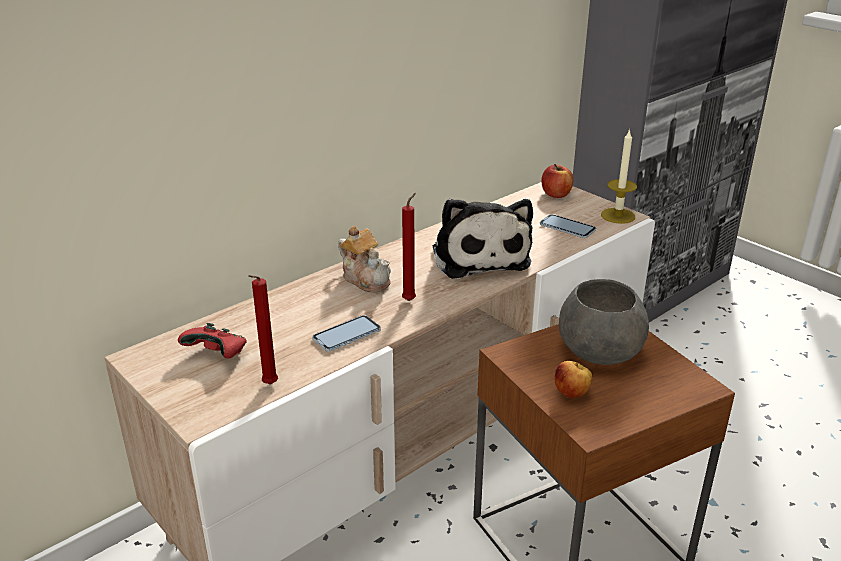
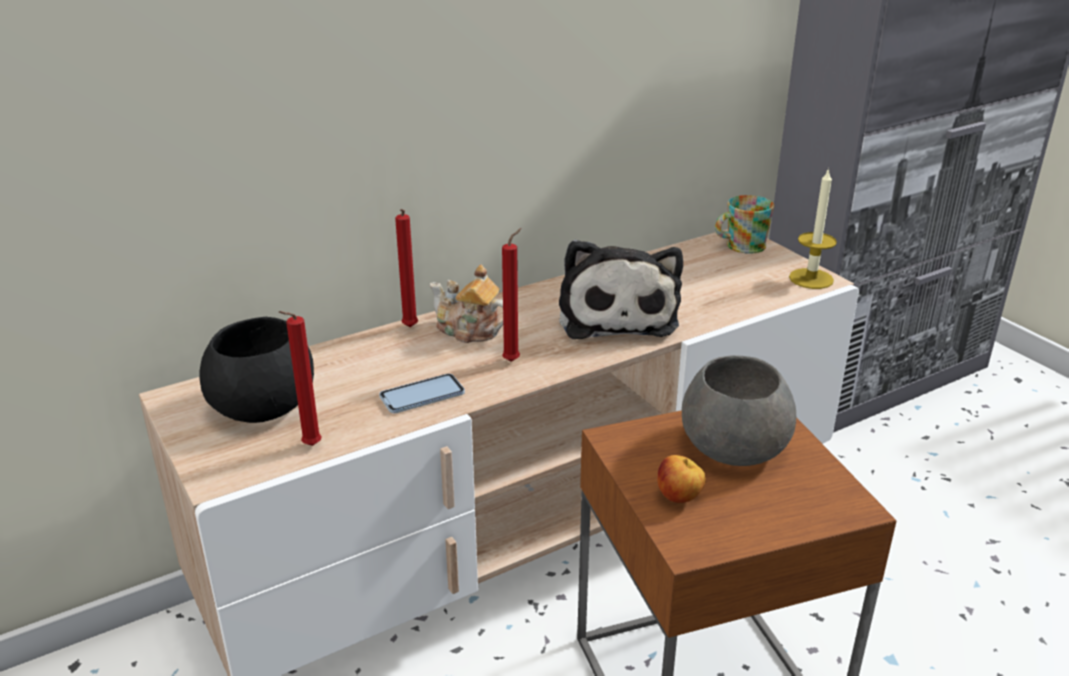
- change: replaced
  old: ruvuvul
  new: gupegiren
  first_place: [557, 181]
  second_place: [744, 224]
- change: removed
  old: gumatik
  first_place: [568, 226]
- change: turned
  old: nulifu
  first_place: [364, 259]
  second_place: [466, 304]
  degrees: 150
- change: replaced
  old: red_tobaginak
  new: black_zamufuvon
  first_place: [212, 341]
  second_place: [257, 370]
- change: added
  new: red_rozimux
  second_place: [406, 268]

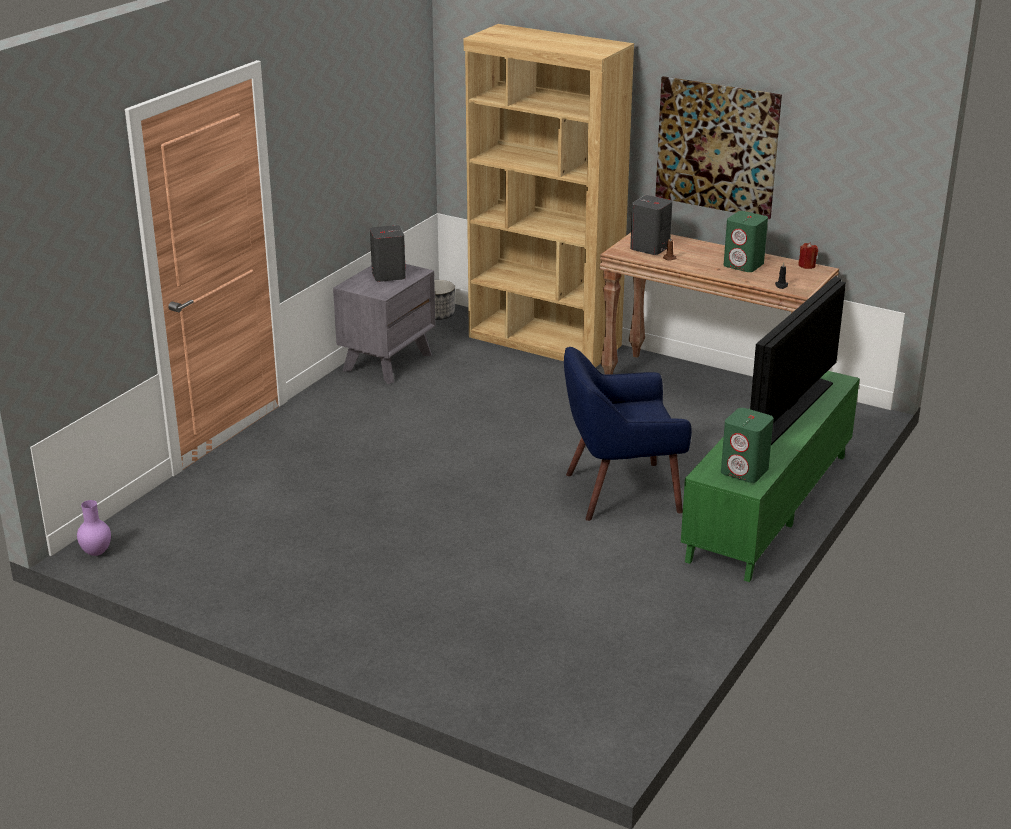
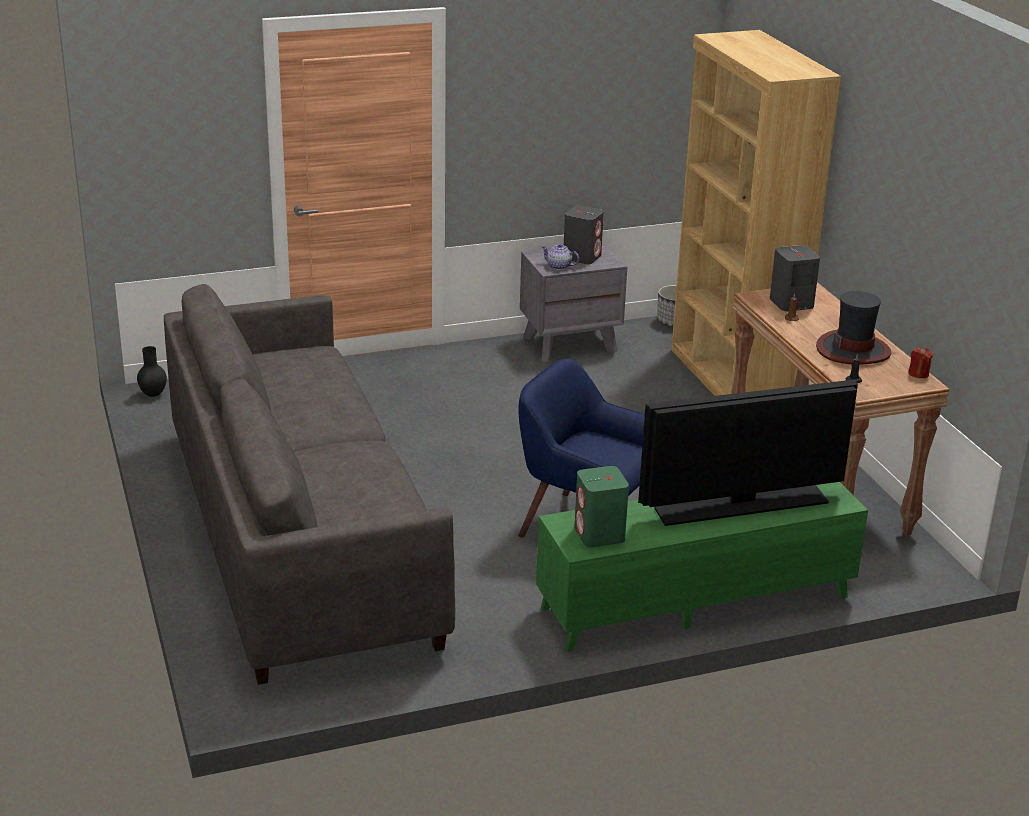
- change: removed
  old: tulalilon
  first_place: [718, 147]
- change: replaced
  old: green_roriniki
  new: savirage
  first_place: [746, 241]
  second_place: [853, 327]
- change: recoloured
  old: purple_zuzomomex
  new: black_zuzomomex
  first_place: [94, 528]
  second_place: [152, 371]
- change: added
  new: nulifu
  second_place: [560, 257]
- change: added
  new: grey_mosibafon
  second_place: [309, 484]

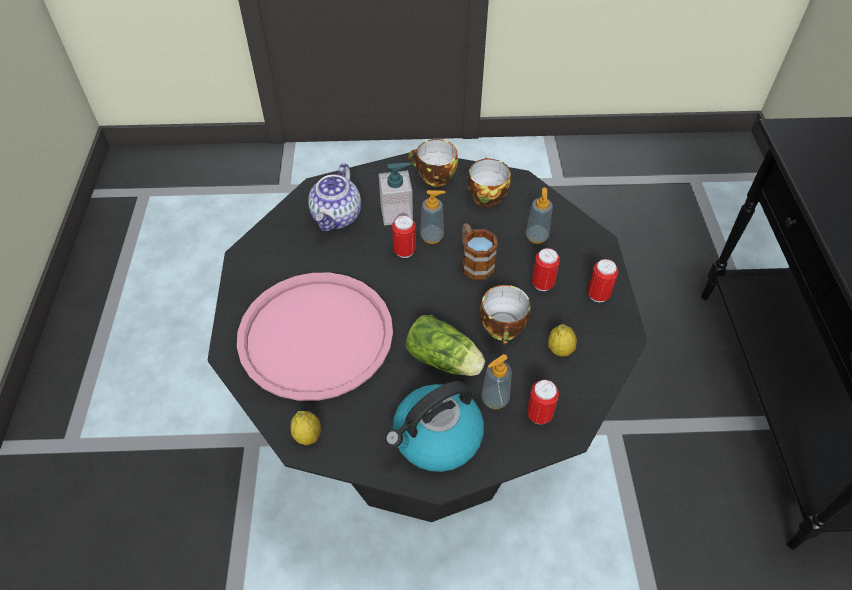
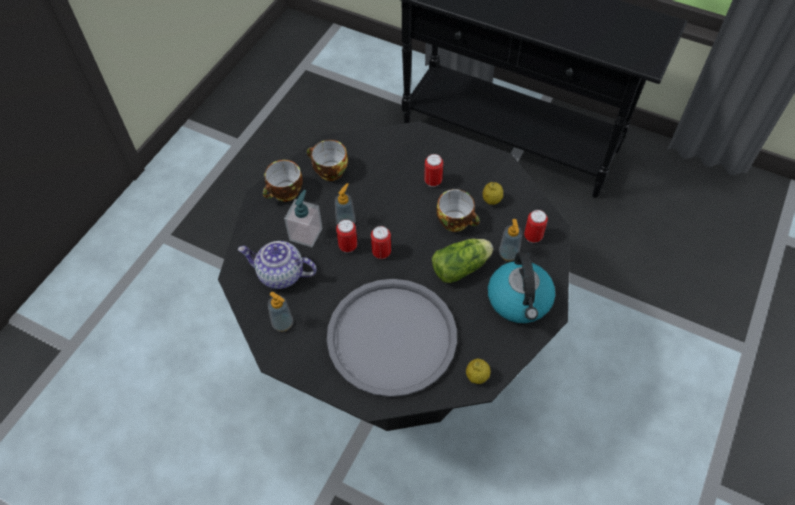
- change: turned
  old: nulifu
  first_place: [334, 197]
  second_place: [277, 265]
  degrees: 150
- change: moved
  old: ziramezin
  first_place: [539, 216]
  second_place: [280, 312]
- change: removed
  old: gupegiren
  first_place: [480, 251]
- change: moved
  old: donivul
  first_place: [602, 280]
  second_place: [381, 242]
- change: recoloured
  old: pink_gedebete
  new: grey_gedebete
  first_place: [315, 337]
  second_place: [392, 338]

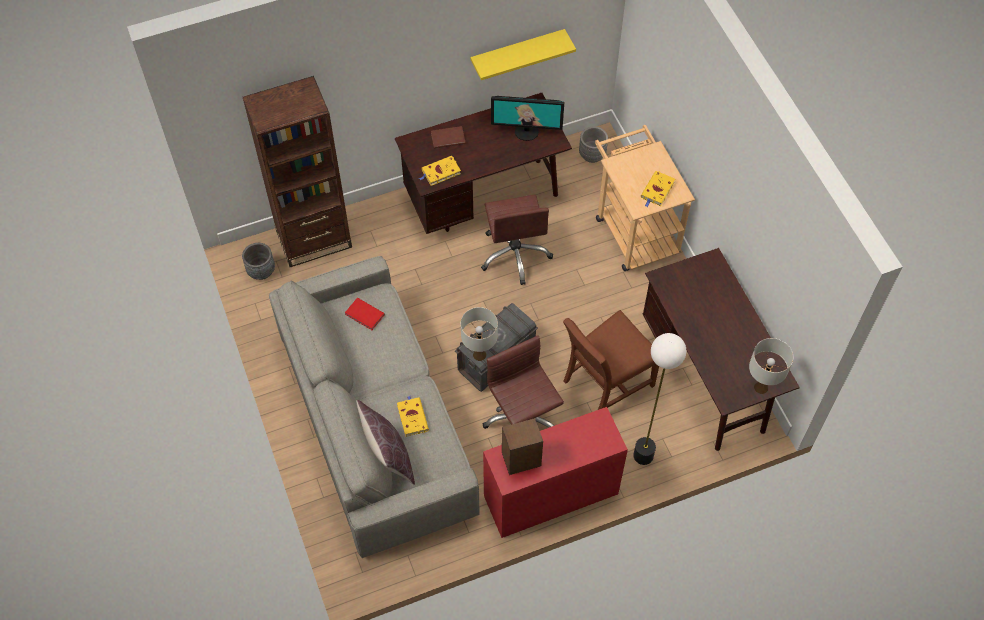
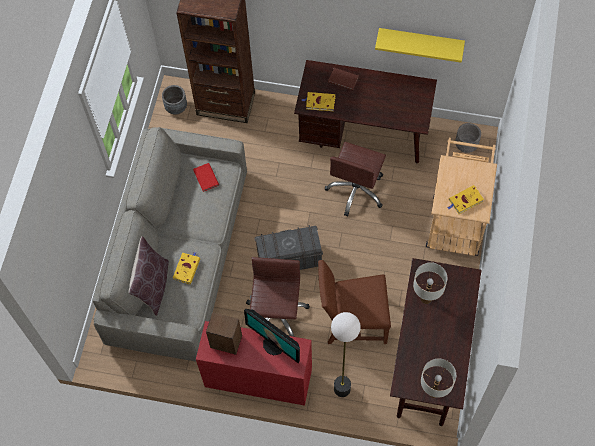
- change: moved
  old: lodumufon
  first_place: [527, 118]
  second_place: [272, 336]
- change: moved
  old: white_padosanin
  first_place: [479, 334]
  second_place: [430, 283]

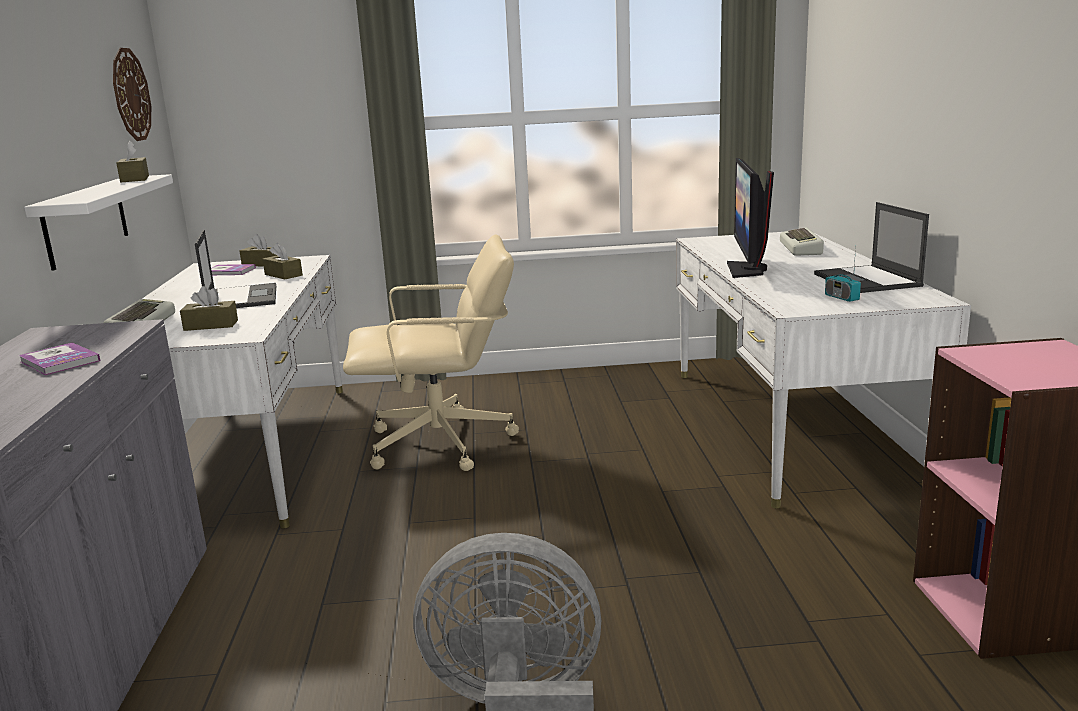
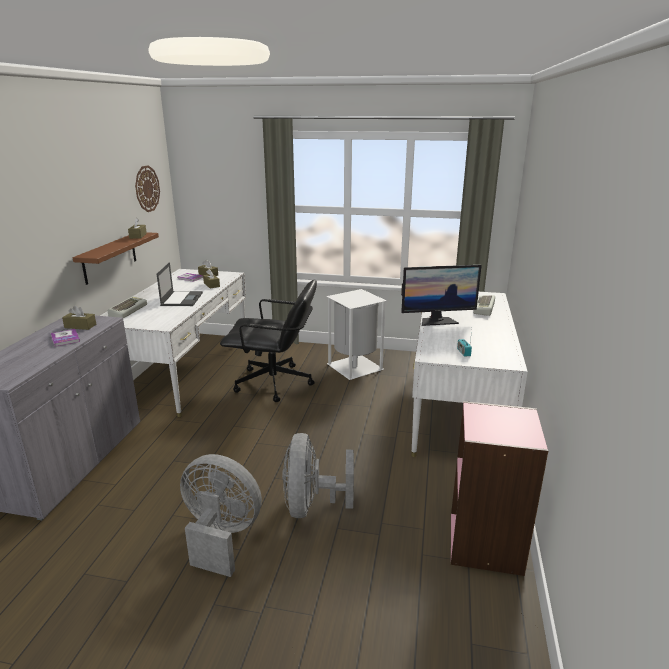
- change: turned
  old: lodumufon
  first_place: [750, 218]
  second_place: [441, 295]
  degrees: -120
- change: recoloured
  old: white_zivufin
  new: brown_zivufin
  first_place: [98, 222]
  second_place: [116, 258]
- change: removed
  old: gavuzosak
  first_place: [871, 247]
- change: recoloured
  old: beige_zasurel
  new: black_zasurel
  first_place: [431, 352]
  second_place: [268, 340]
- change: moved
  old: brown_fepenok
  first_place: [209, 308]
  second_place: [79, 317]
- change: added
  new: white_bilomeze
  second_place: [356, 334]
- change: added
  new: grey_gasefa
  second_place: [318, 475]

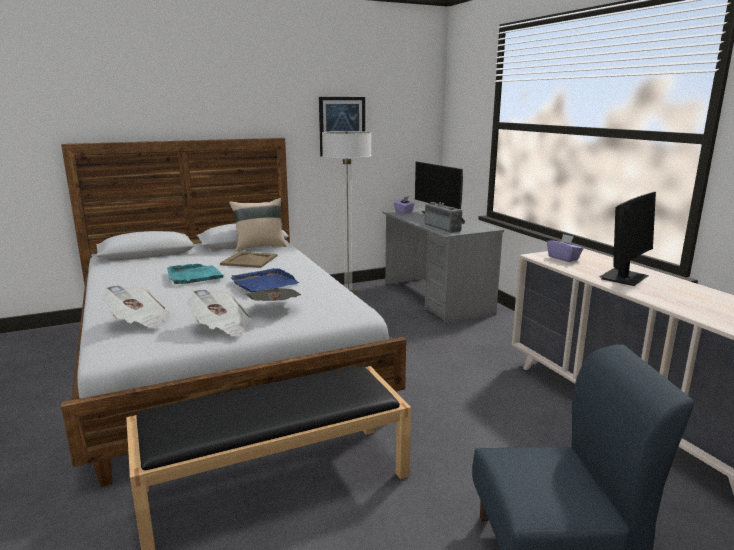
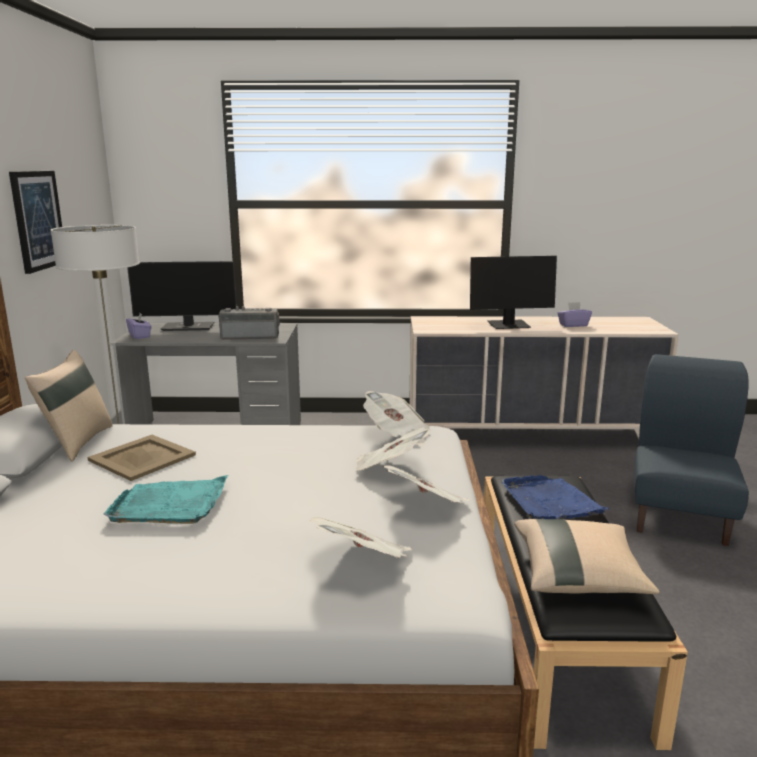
- change: turned
  old: lodumufon
  first_place: [628, 239]
  second_place: [513, 292]
  degrees: 105
- change: moved
  old: purple_fepenok
  first_place: [565, 248]
  second_place: [574, 314]
- change: moved
  old: blue_gedebete
  first_place: [265, 280]
  second_place: [555, 497]
- change: added
  new: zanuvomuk
  second_place: [396, 418]
- change: added
  new: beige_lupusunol
  second_place: [587, 556]

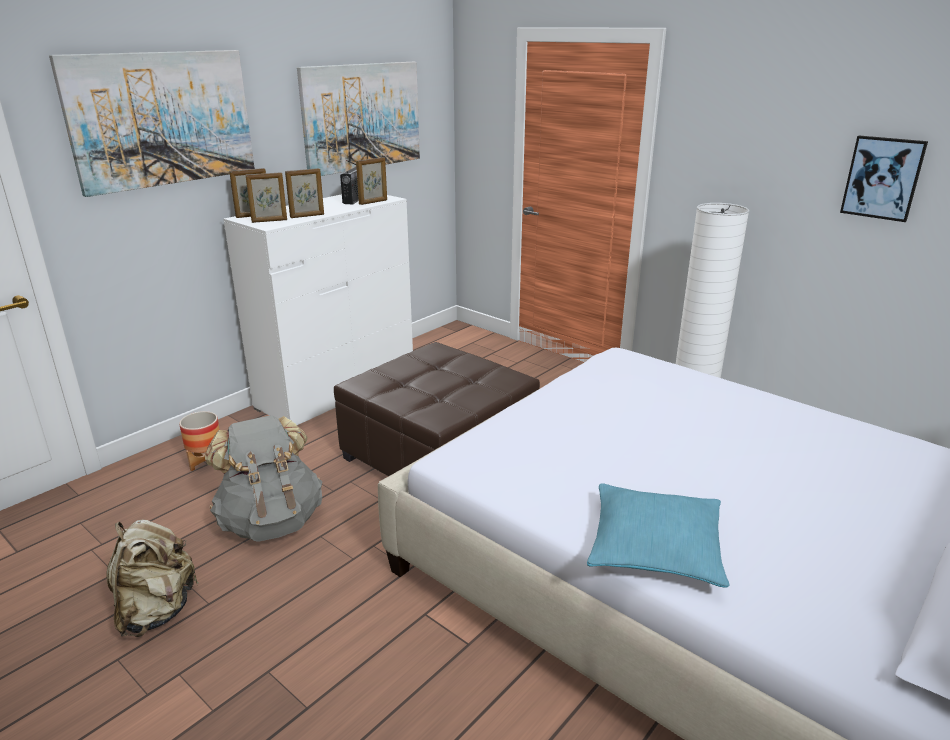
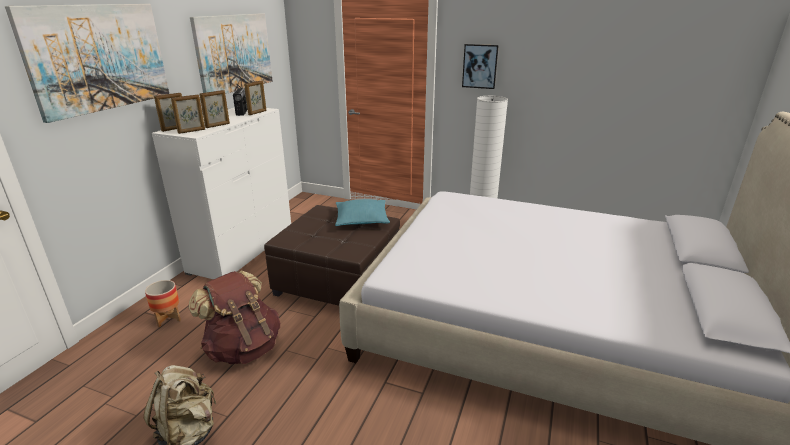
- change: moved
  old: tulalilon
  first_place: [884, 178]
  second_place: [480, 66]
- change: recoloured
  old: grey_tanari
  new: brown_tanari
  first_place: [263, 478]
  second_place: [234, 317]
- change: moved
  old: turquoise_lupusunol
  first_place: [658, 535]
  second_place: [362, 212]

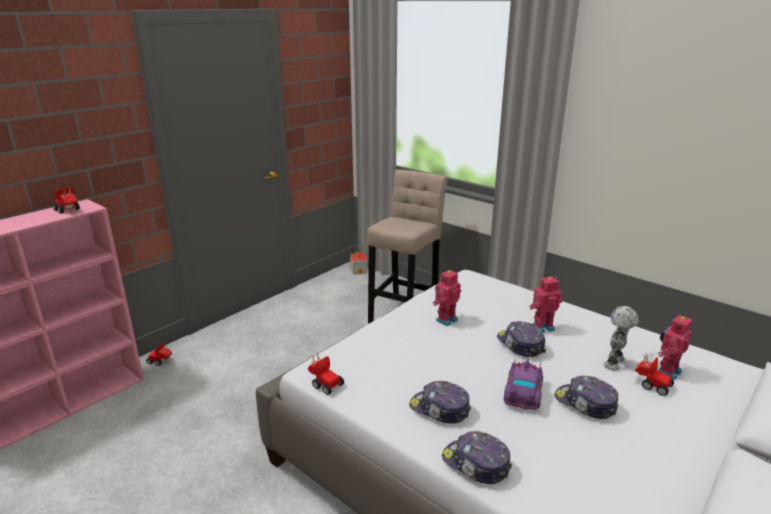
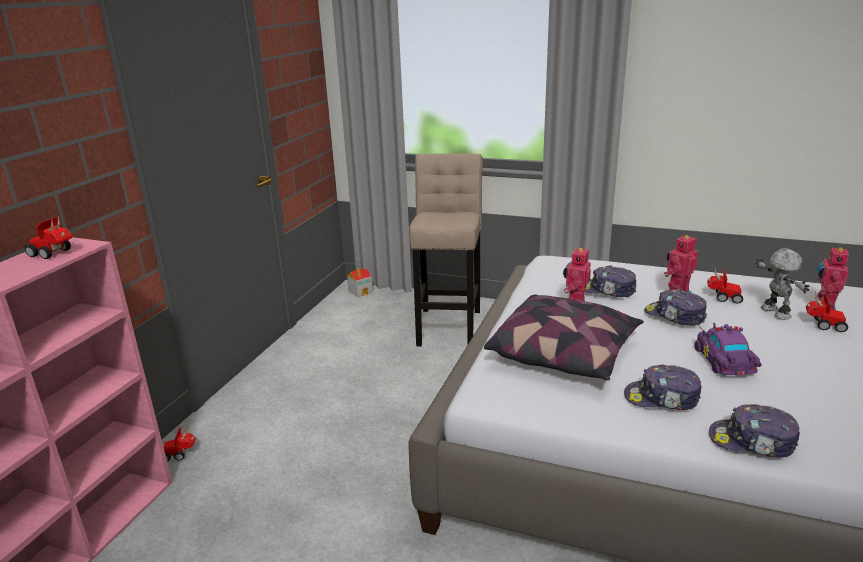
- change: turned
  old: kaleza
  first_place: [621, 338]
  second_place: [782, 284]
  degrees: 150
- change: moved
  old: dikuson
  first_place: [326, 373]
  second_place: [725, 284]
- change: moved
  old: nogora
  first_place: [586, 397]
  second_place: [610, 281]
- change: added
  new: lupusunol
  second_place: [564, 337]

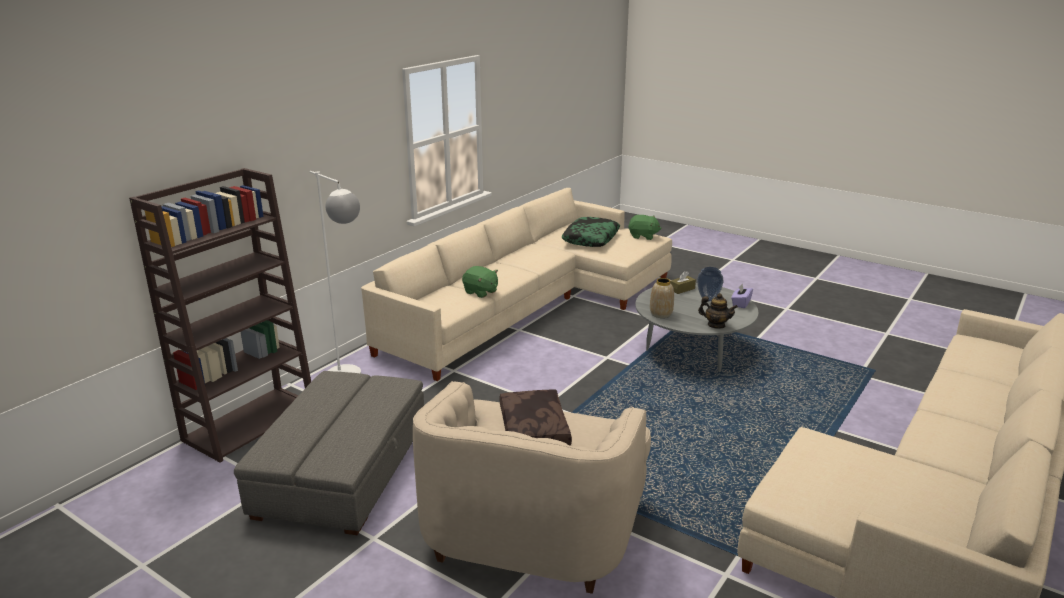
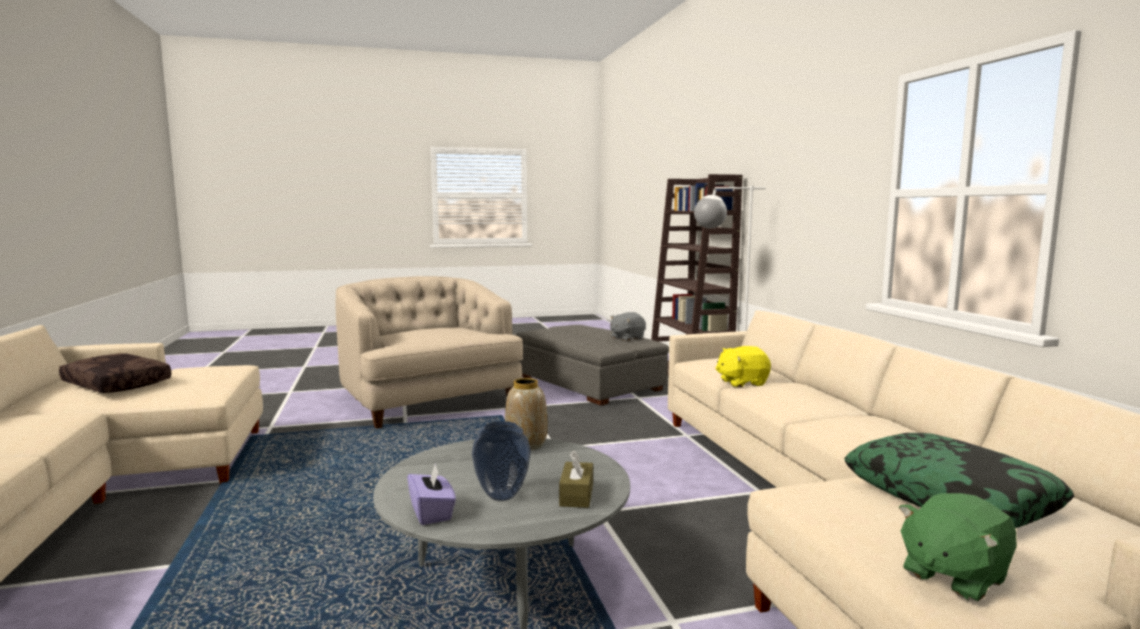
- change: recoloured
  old: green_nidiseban
  new: yellow_nidiseban
  first_place: [480, 282]
  second_place: [743, 366]
- change: removed
  old: nulifu
  first_place: [718, 311]
- change: moved
  old: brown_lupusunol
  first_place: [535, 417]
  second_place: [115, 373]
- change: added
  new: grey_nidiseban
  second_place: [628, 326]

